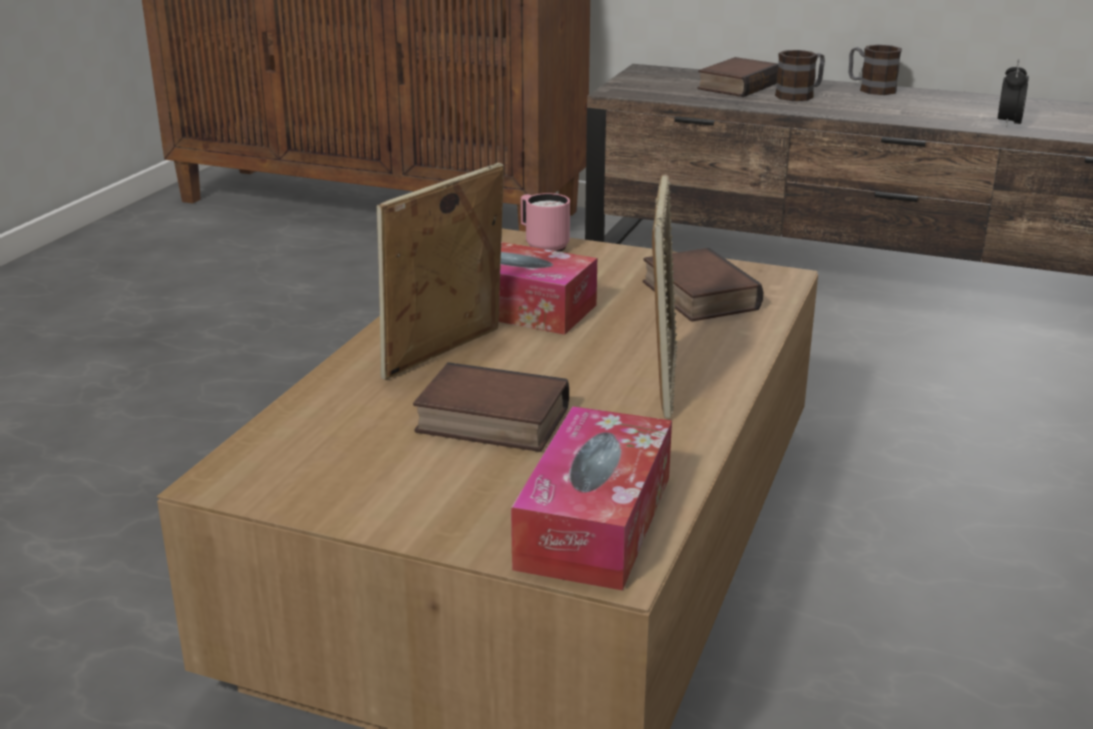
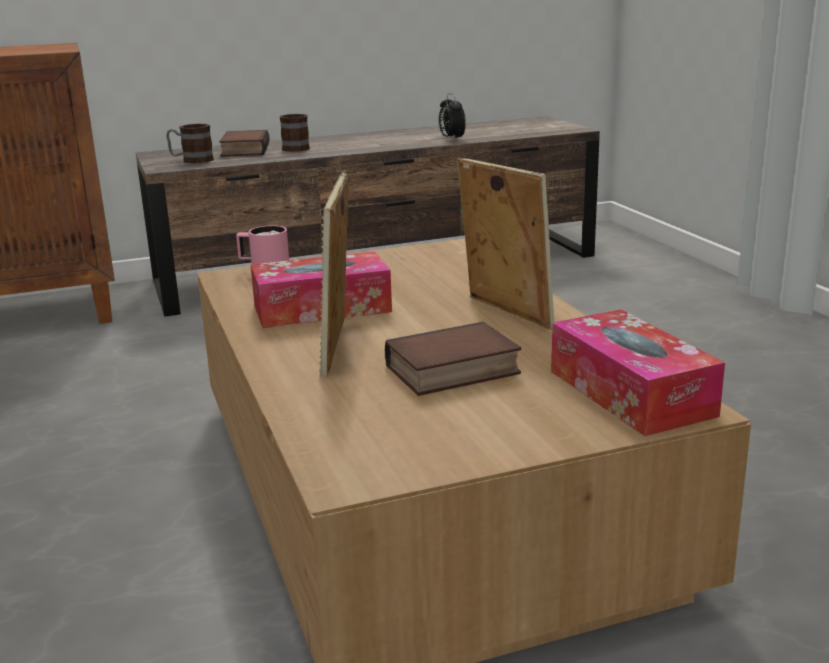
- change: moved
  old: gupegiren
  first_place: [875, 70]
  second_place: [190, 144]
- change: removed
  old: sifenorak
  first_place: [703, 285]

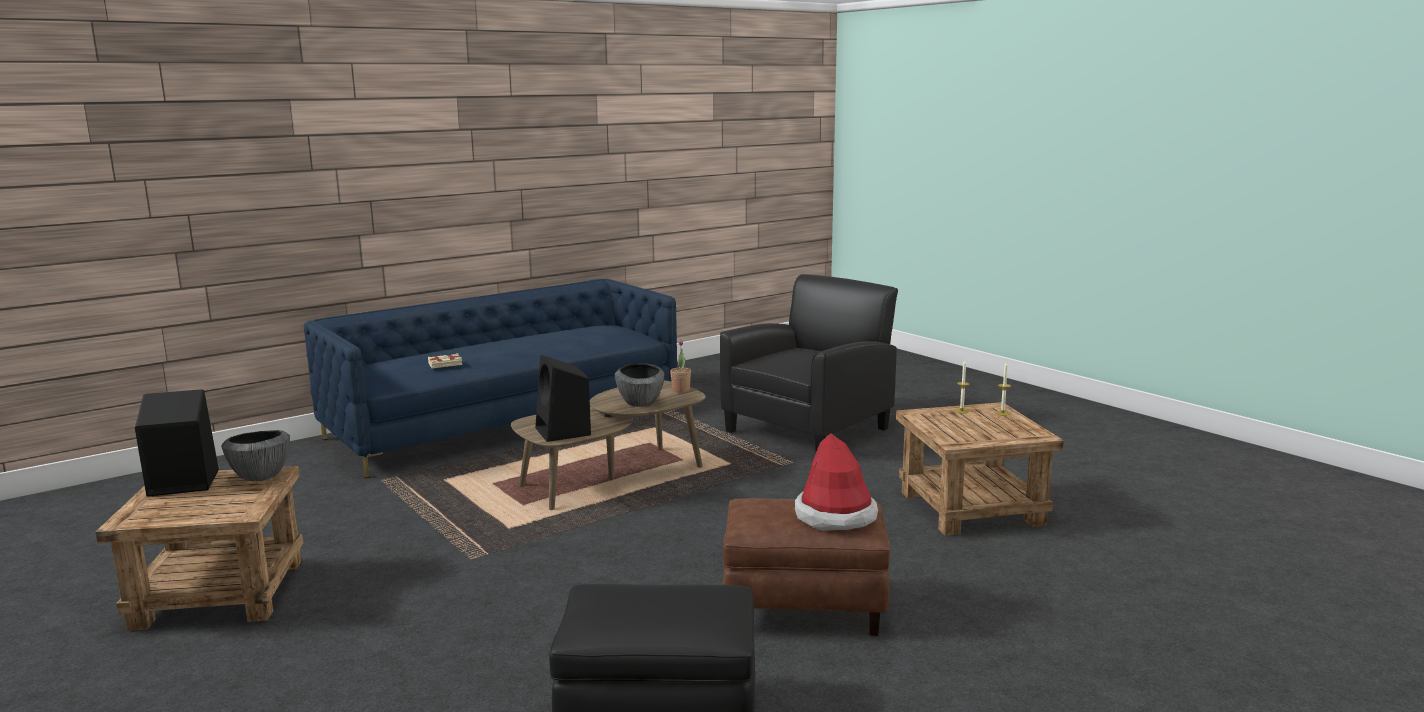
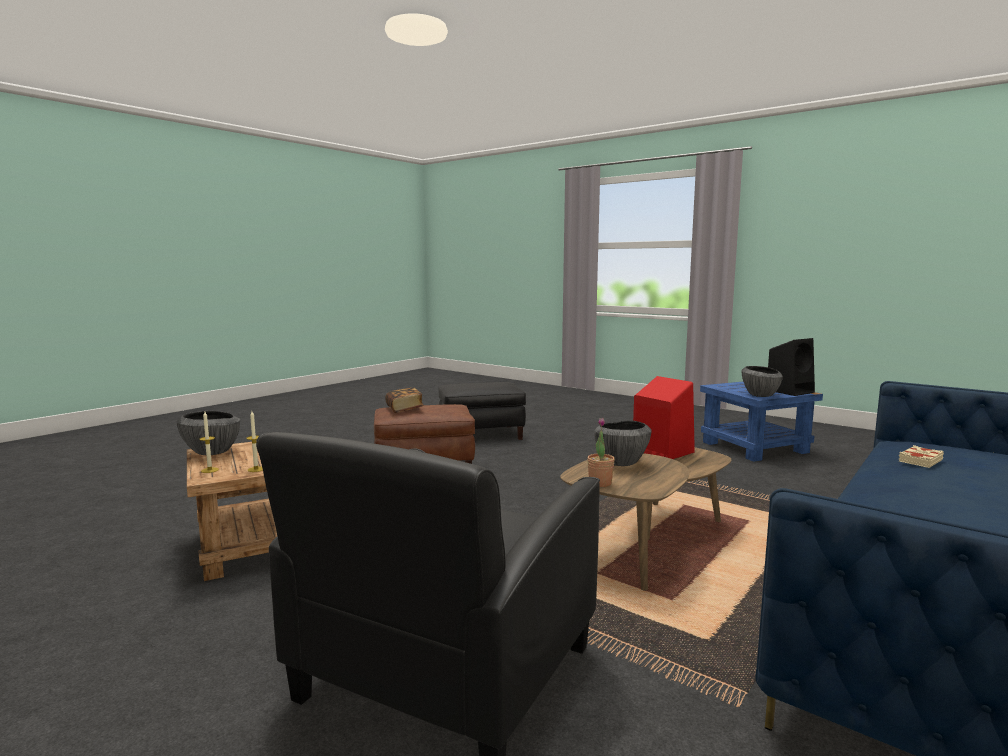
- change: recoloured
  old: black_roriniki
  new: red_roriniki
  first_place: [563, 398]
  second_place: [664, 417]
- change: replaced
  old: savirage
  new: sifenorak
  first_place: [836, 482]
  second_place: [404, 400]
- change: recoloured
  old: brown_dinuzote
  new: blue_dinuzote
  first_place: [199, 548]
  second_place: [761, 422]
- change: added
  new: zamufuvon
  second_place: [208, 433]

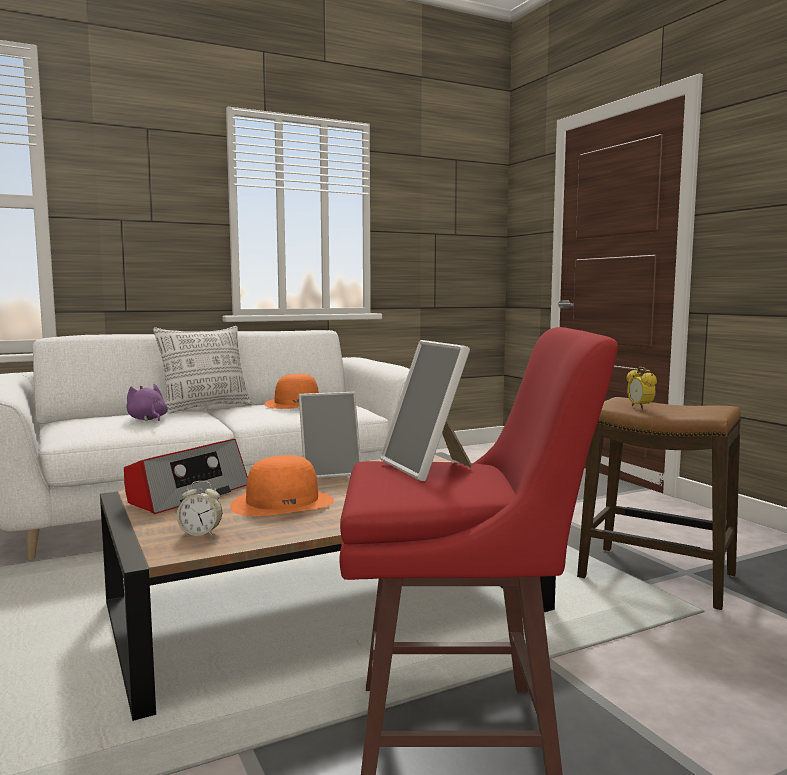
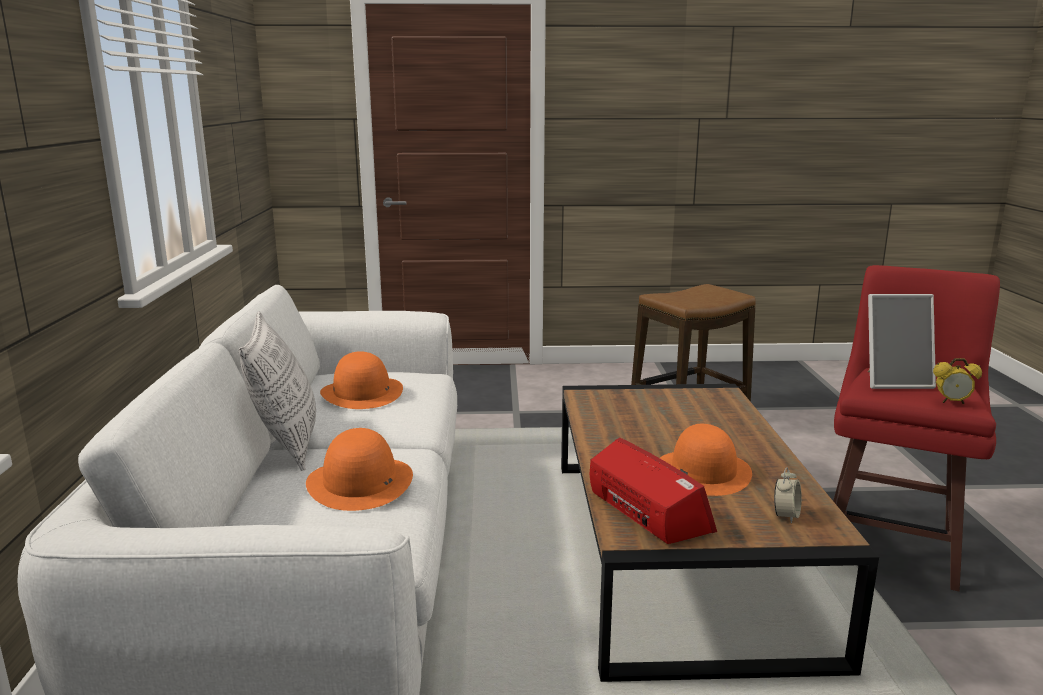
- change: moved
  old: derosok
  first_place: [641, 388]
  second_place: [957, 381]
- change: replaced
  old: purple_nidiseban
  new: orange_savirage
  first_place: [147, 402]
  second_place: [359, 469]
- change: removed
  old: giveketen
  first_place: [330, 435]

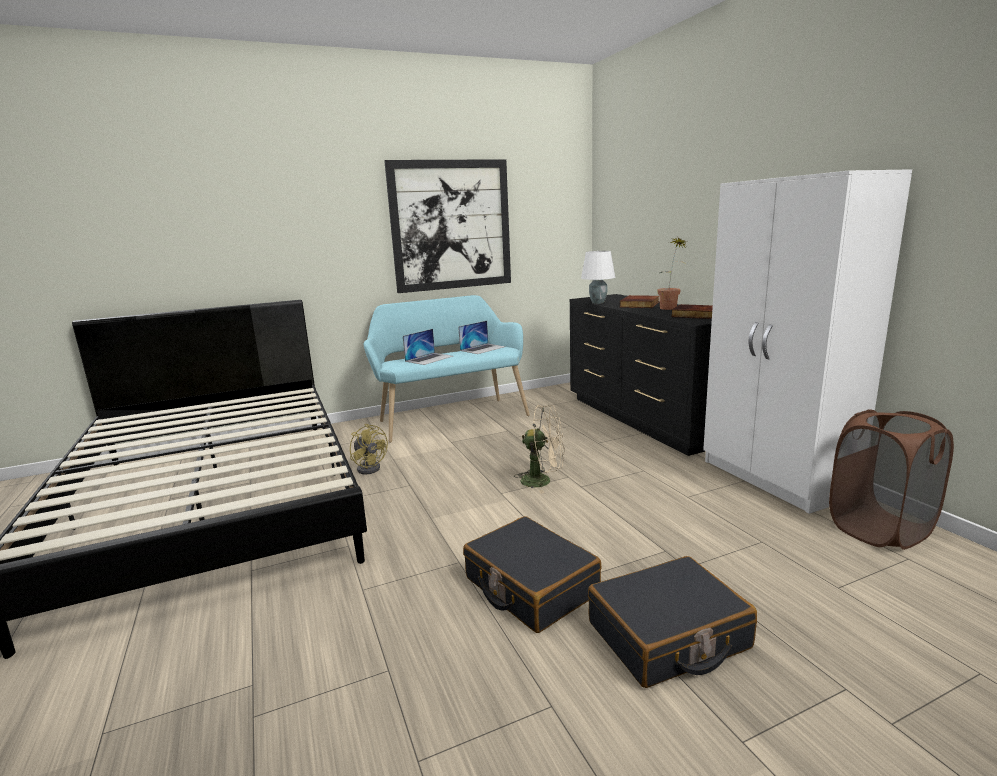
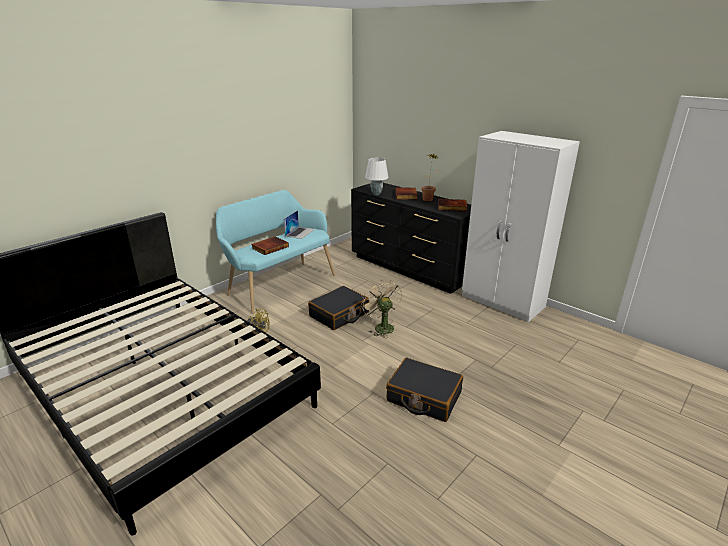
- change: removed
  old: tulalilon
  first_place: [447, 226]
- change: replaced
  old: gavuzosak
  new: sifenorak
  first_place: [428, 347]
  second_place: [270, 245]
- change: turned
  old: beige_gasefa
  first_place: [539, 449]
  second_place: [381, 308]
  degrees: -105
- change: removed
  old: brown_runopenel
  first_place: [891, 479]
- change: moved
  old: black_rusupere
  first_place: [672, 622]
  second_place: [338, 308]

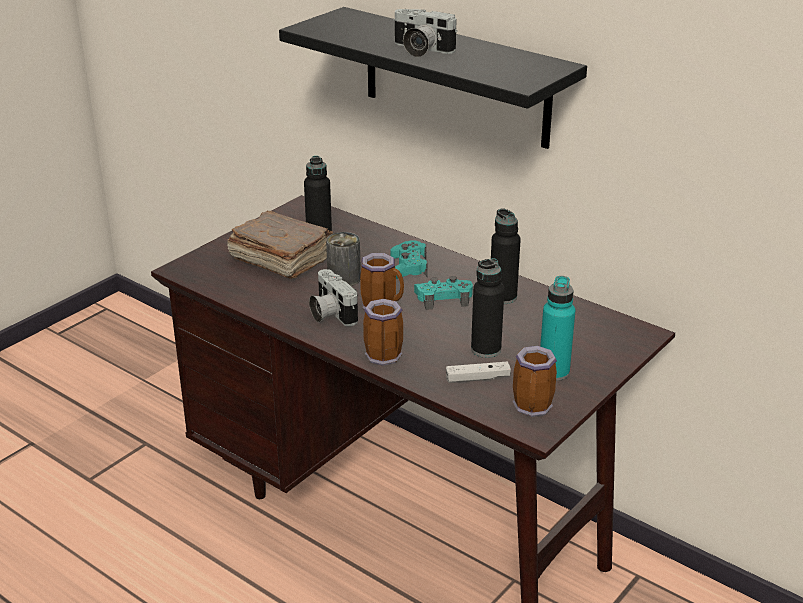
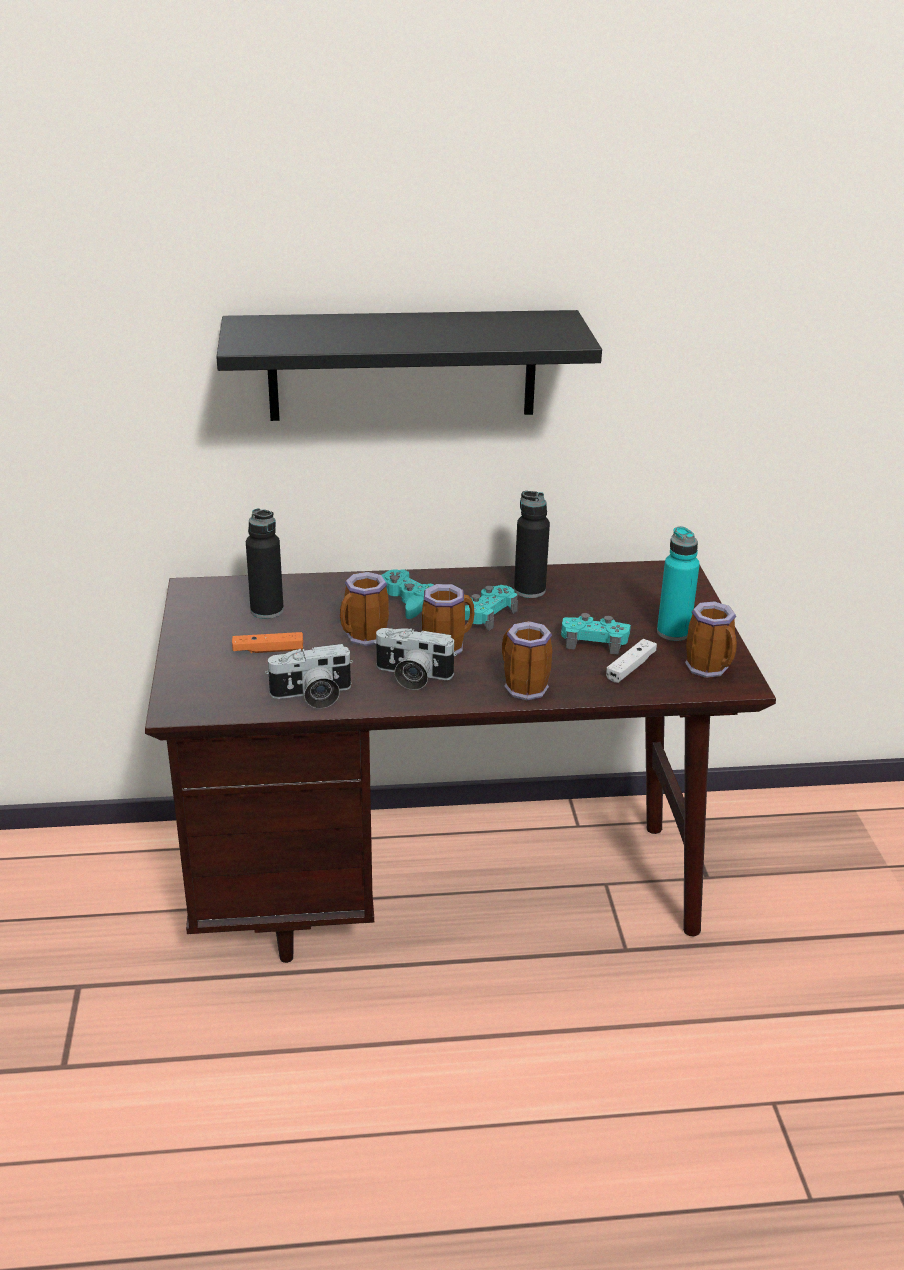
- change: moved
  old: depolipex
  first_place: [425, 33]
  second_place: [309, 676]
- change: replaced
  old: brown_sifenorak
  new: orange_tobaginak
  first_place: [280, 245]
  second_place: [267, 642]
- change: replaced
  old: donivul
  new: gupegiren
  first_place: [343, 259]
  second_place: [364, 609]
- change: replaced
  old: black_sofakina
  new: turquoise_tobaginak
  first_place: [488, 308]
  second_place: [596, 634]

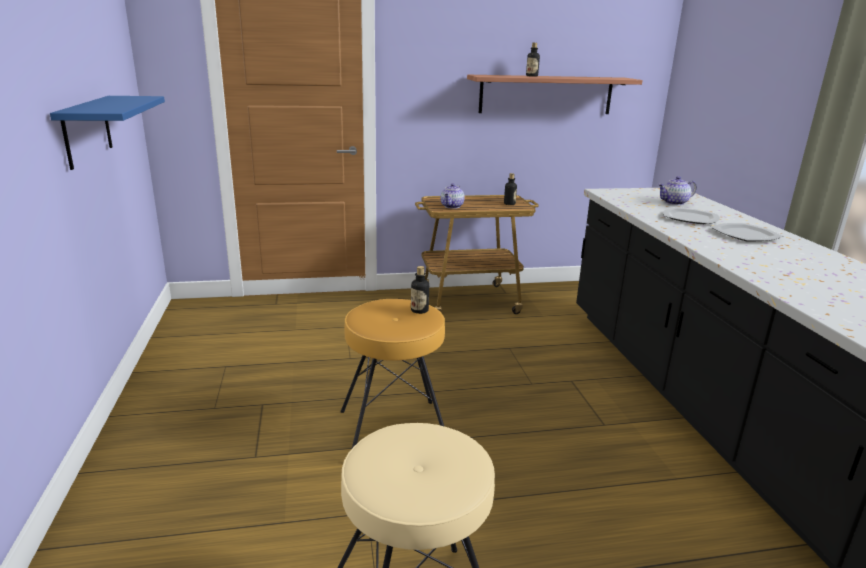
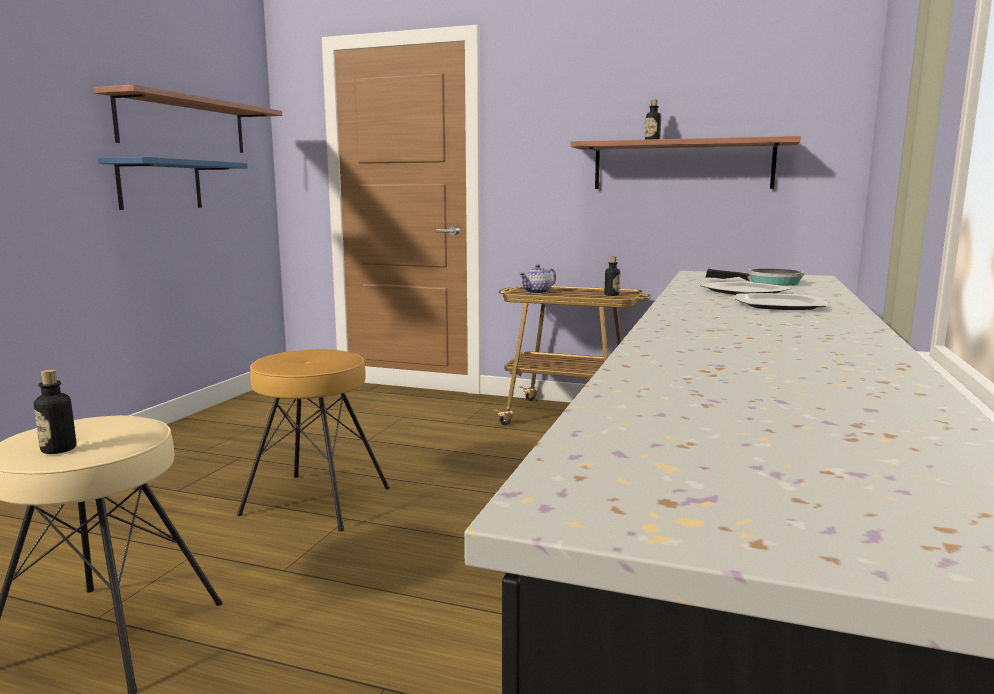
- change: replaced
  old: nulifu
  new: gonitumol
  first_place: [677, 190]
  second_place: [755, 277]
- change: moved
  old: sofakina
  first_place: [420, 290]
  second_place: [55, 411]
- change: added
  new: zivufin
  second_place: [188, 118]

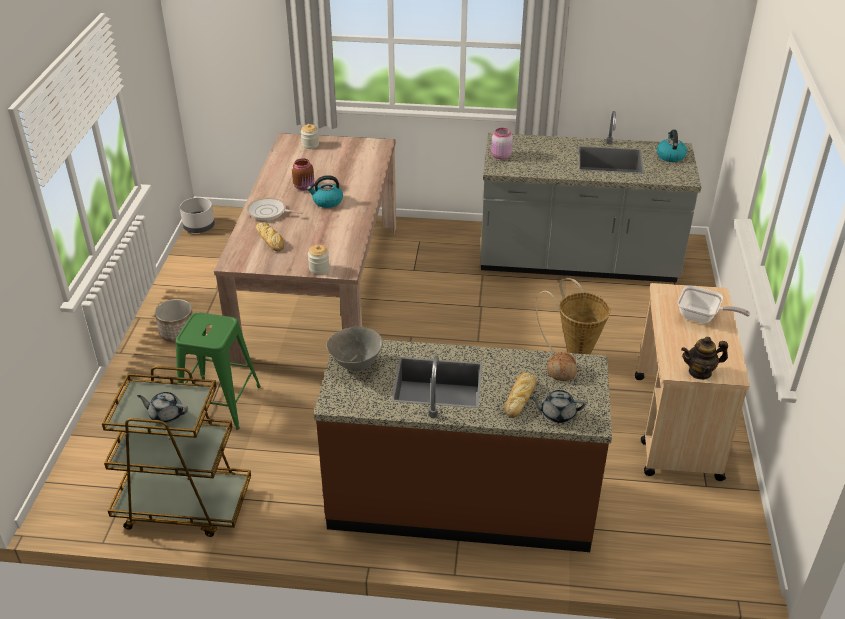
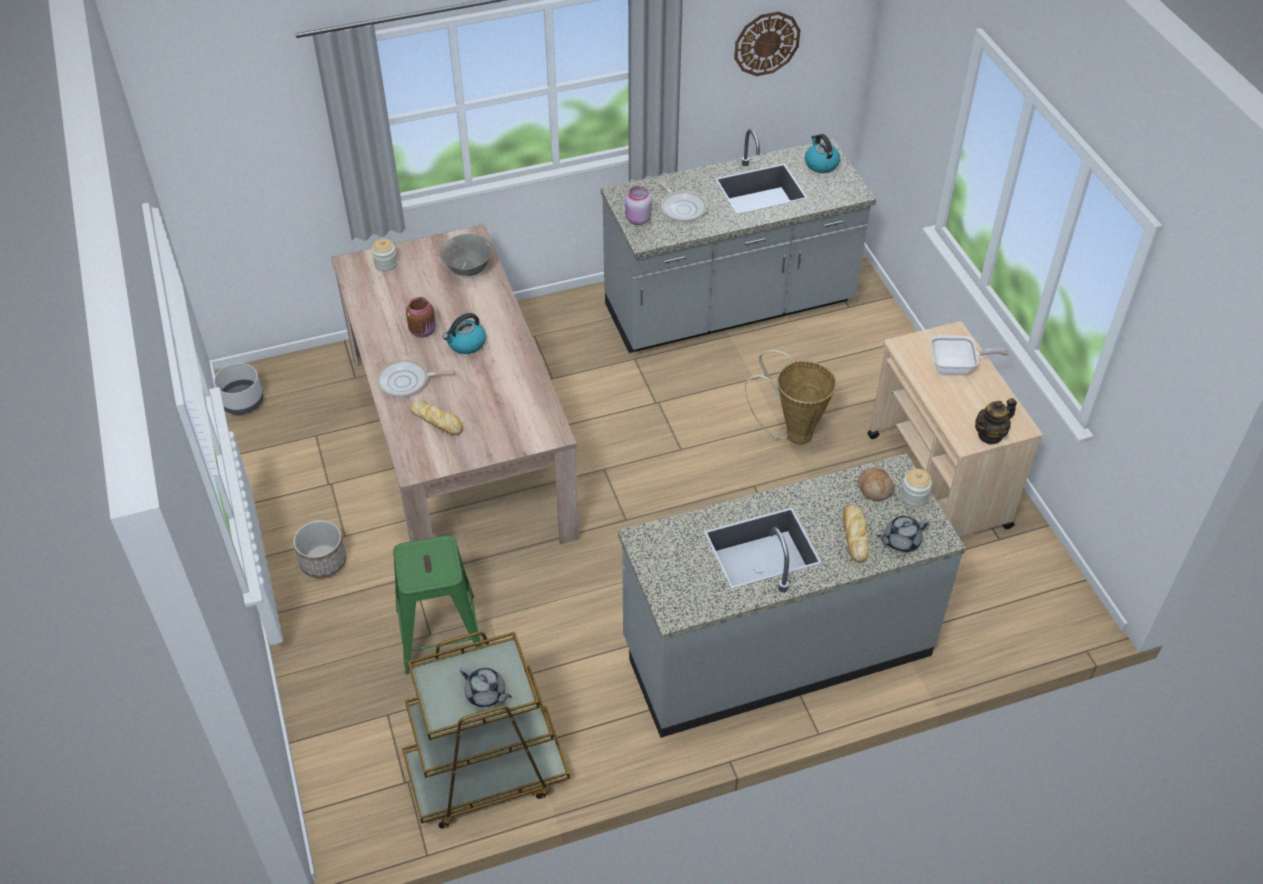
- change: moved
  old: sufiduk
  first_place: [319, 259]
  second_place: [916, 488]
- change: moved
  old: grey_zamufuvon
  first_place: [354, 349]
  second_place: [466, 255]
- change: recoloured
  old: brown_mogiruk
  new: grey_mogiruk
  first_place: [463, 446]
  second_place: [792, 595]
- change: turned
  old: grey_nulifu
  first_place: [162, 408]
  second_place: [486, 687]
  degrees: -135
- change: added
  new: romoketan
  second_place: [767, 43]
- change: added
  new: gonitumol
  second_place: [682, 200]

